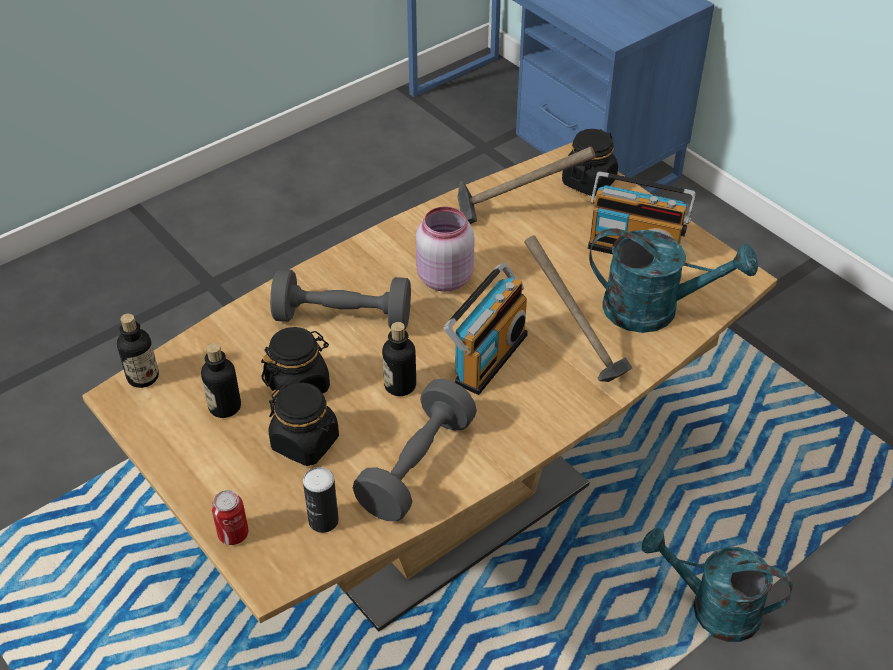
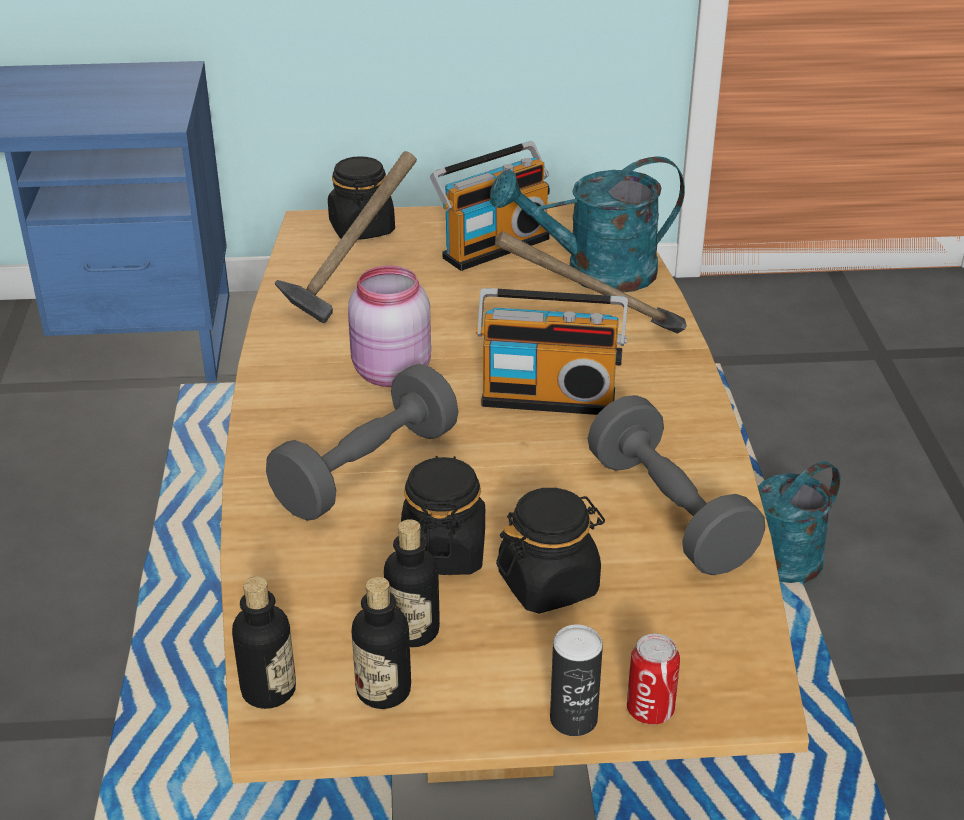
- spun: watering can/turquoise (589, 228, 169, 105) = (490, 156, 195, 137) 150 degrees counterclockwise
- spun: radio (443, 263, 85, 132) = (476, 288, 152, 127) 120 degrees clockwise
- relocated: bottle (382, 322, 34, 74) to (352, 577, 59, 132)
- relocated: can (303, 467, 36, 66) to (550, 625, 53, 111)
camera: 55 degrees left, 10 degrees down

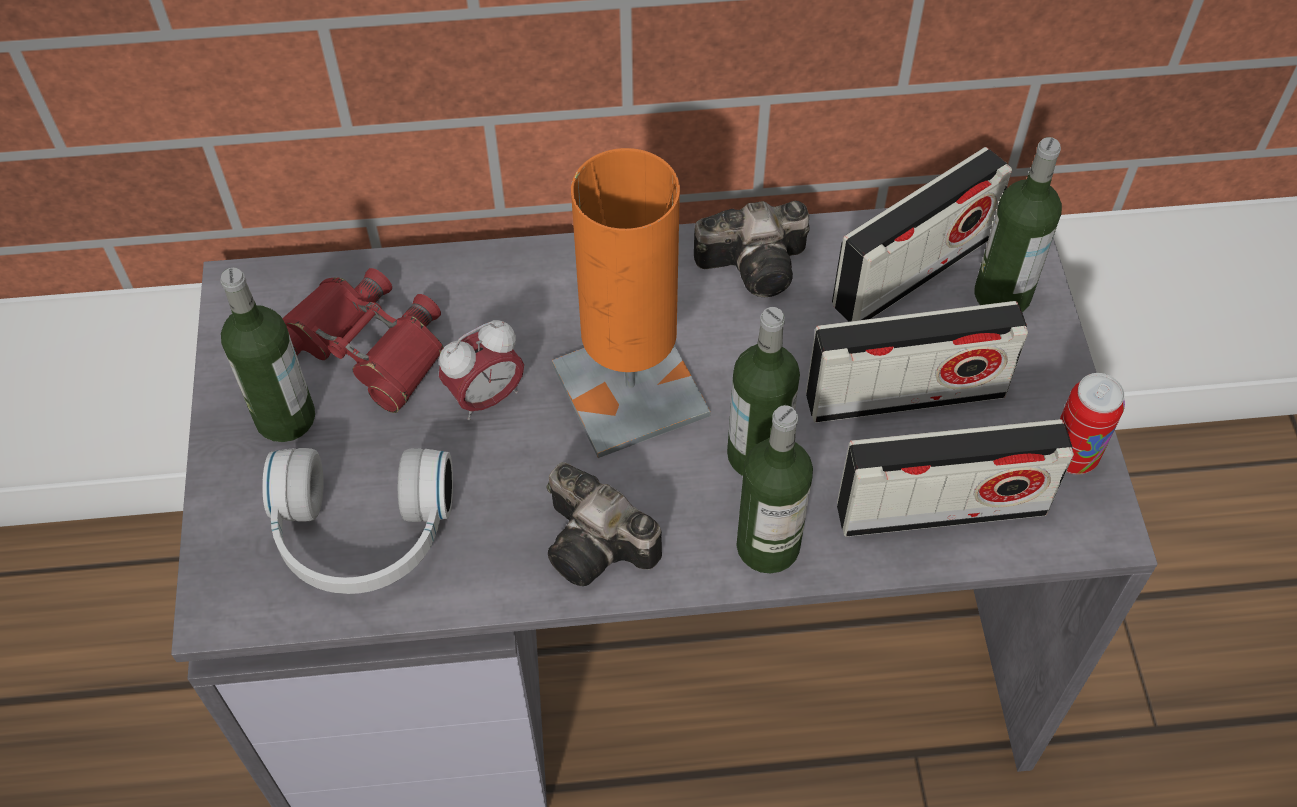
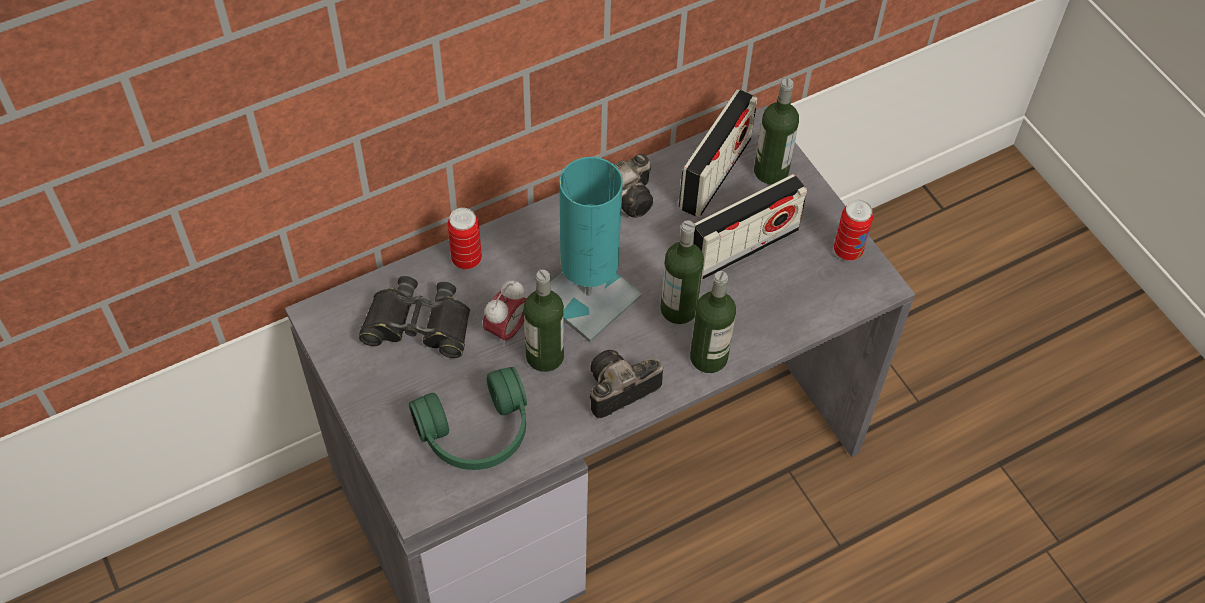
- colour: table lamp/orange (552, 148, 158, 310) to table lamp/turquoise (550, 157, 92, 185)
- relocated: bottle (220, 268, 95, 174) to (524, 269, 40, 103)
- colour: binoculars/red (282, 268, 161, 145) to binoculars/black (359, 276, 111, 82)
- missing: radio (837, 419, 237, 118)
- colour: headphones/white (262, 448, 191, 146) to headphones/green (409, 367, 118, 103)
- spun: photo camera (547, 462, 115, 124) = (590, 350, 73, 68) 135 degrees clockwise
- appeared: can (447, 208, 35, 62)
camera: 25 degrees left, 0 degrees up

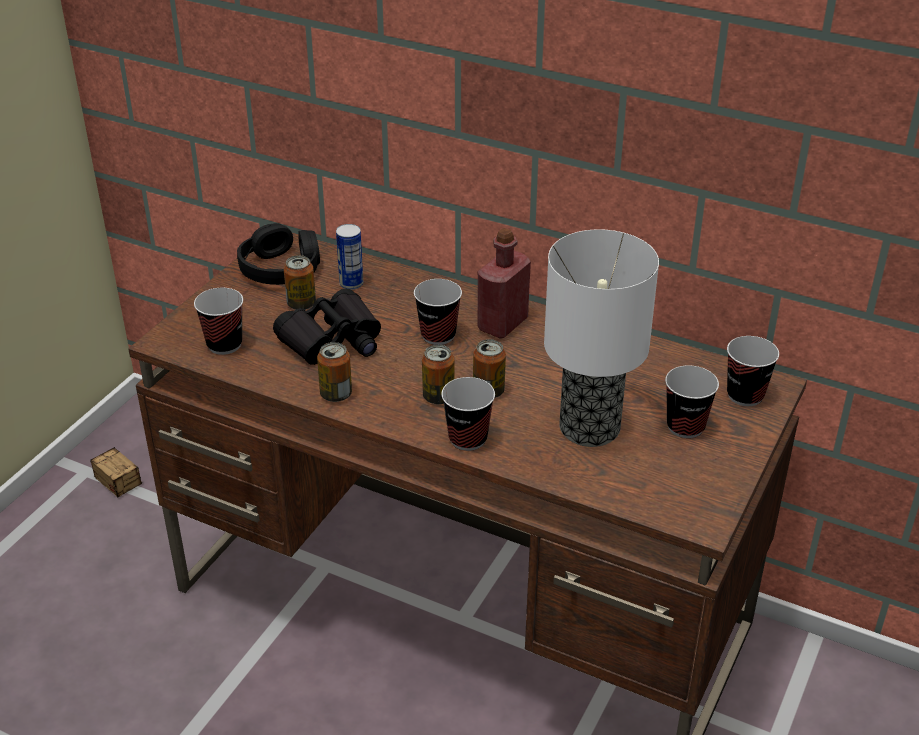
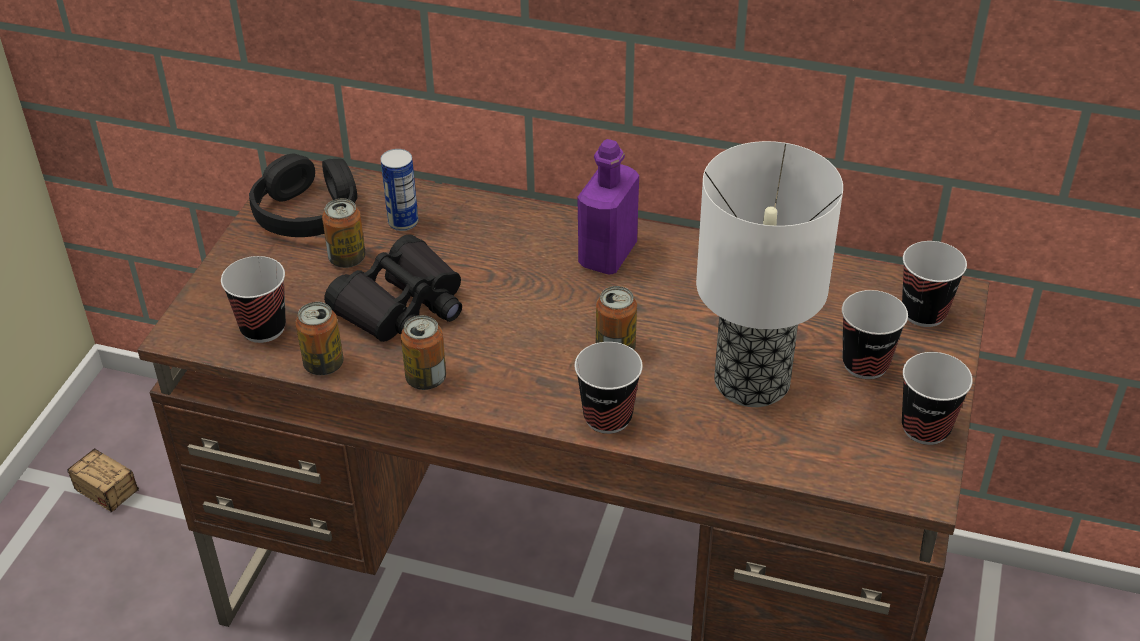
- colour: bottle/red (477, 228, 54, 110) to bottle/purple (577, 139, 62, 135)
- relocated: cup (414, 279, 48, 66) to (902, 352, 71, 93)
- relocated: can (422, 345, 33, 59) to (295, 302, 49, 73)
camera: 10 degrees left, 5 degrees up

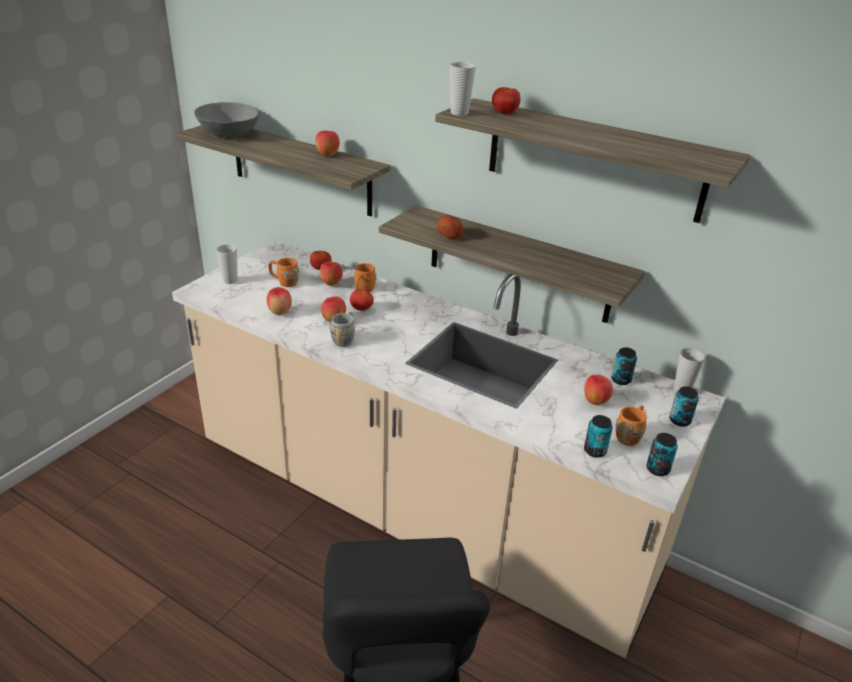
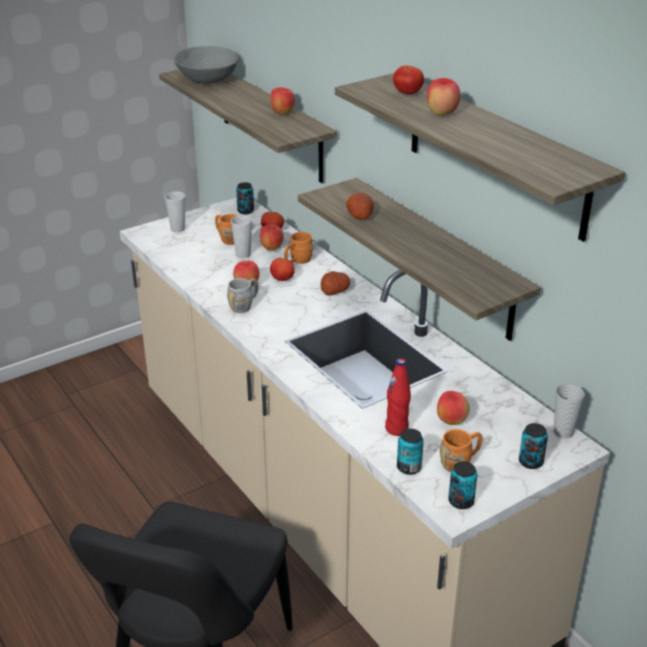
- relocated: cup (450, 62, 26, 54) to (231, 215, 21, 43)
- relocated: apple (267, 287, 25, 28) to (427, 78, 33, 38)
- relocated: can (611, 347, 26, 38) to (236, 182, 18, 32)
- appeared: potato (321, 271, 29, 25)
- appeared: bottle/red (385, 358, 26, 78)
camera: 25 degrees right, 0 degrees up

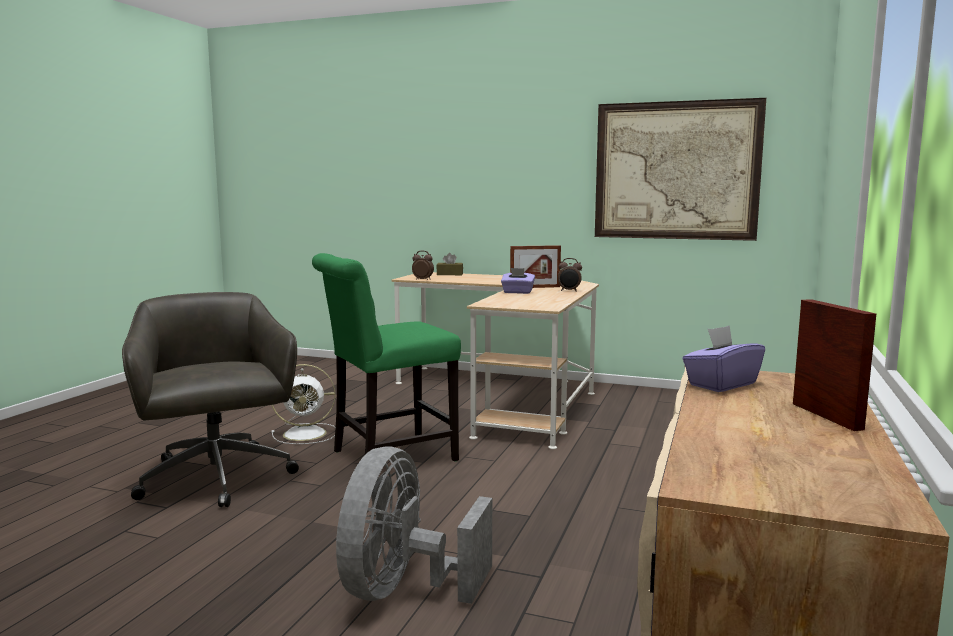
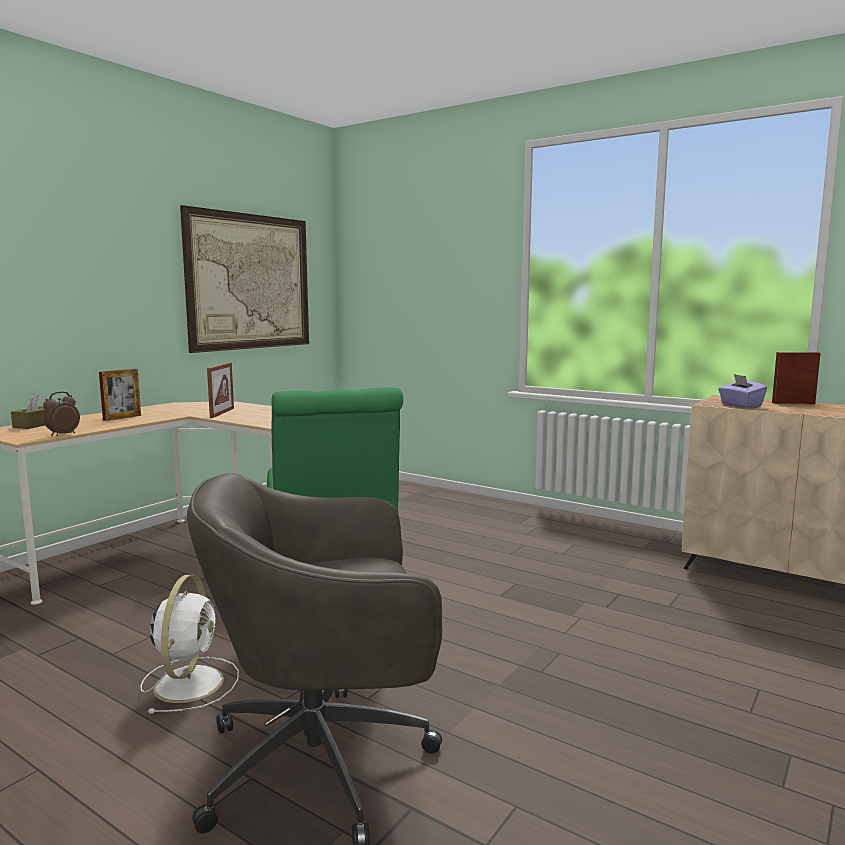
- missing: alarm clock (558, 258, 24, 34)
- missing: tissue box/purple (501, 268, 34, 26)
- missing: fan/grey (336, 446, 156, 158)
- appeared: picture frame (99, 369, 42, 52)
camera: 75 degrees left, 0 degrees up

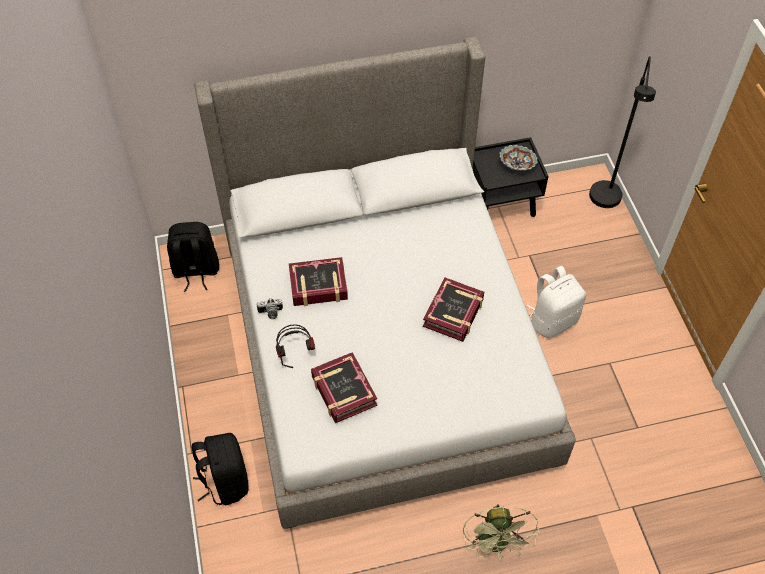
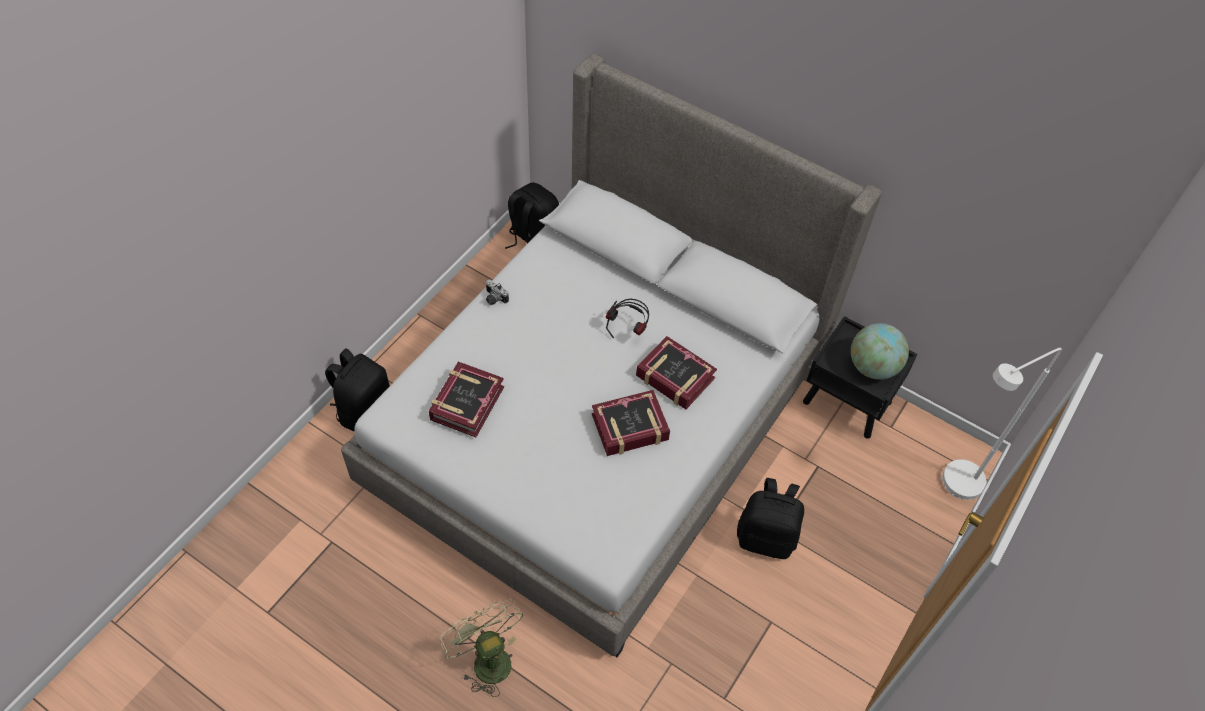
- colour: floor lamp/black (589, 56, 67, 152) to floor lamp/white (942, 348, 120, 152)
- exchanged: bowl (499, 145, 39, 26) to globe (851, 323, 58, 57)
- relocated: book (289, 257, 59, 49) to (636, 336, 81, 73)
- colour: backpack/white (527, 266, 59, 72) to backpack/black (737, 478, 67, 81)
- relocated: headphones (276, 324, 39, 44) to (606, 299, 43, 40)
- spun: fan/green (463, 504, 76, 55) = (440, 599, 83, 98) 105 degrees clockwise
camera: 45 degrees right, 0 degrees up

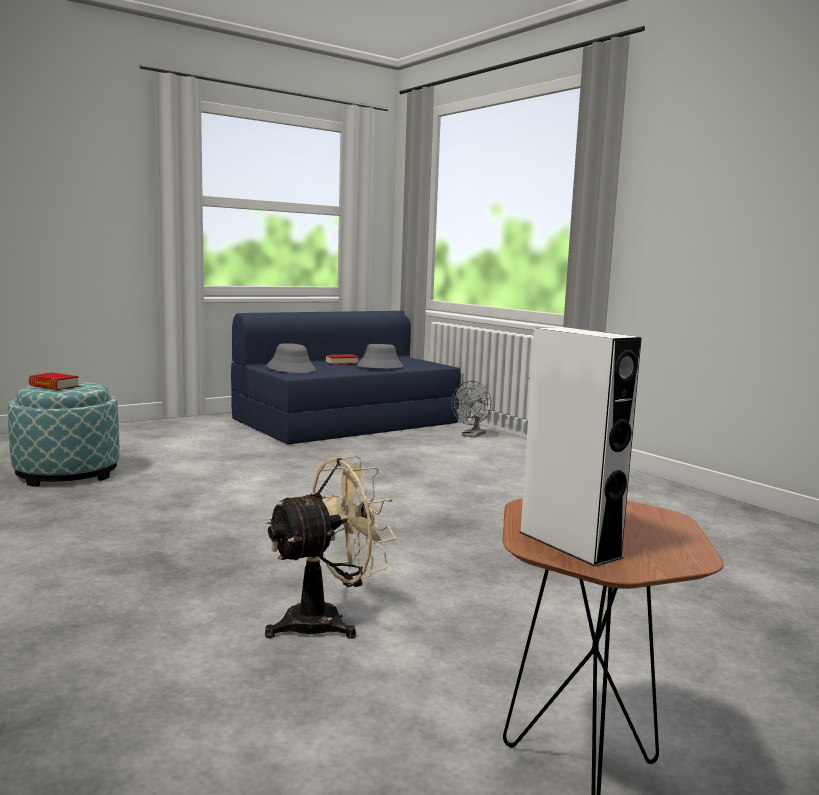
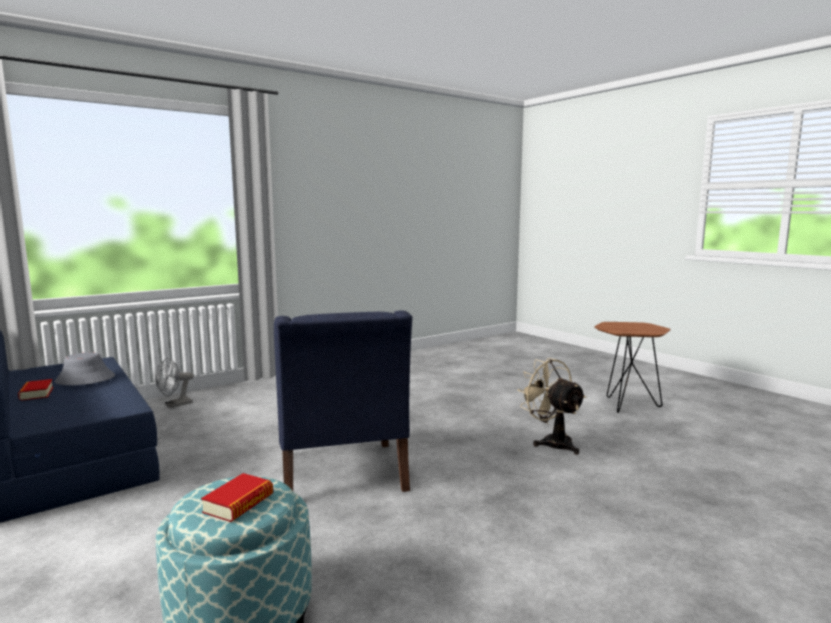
- missing: speaker/white (519, 327, 123, 240)
- missing: hat/grey (267, 343, 49, 30)
- spun: fan/grey (451, 381, 40, 57) = (156, 357, 38, 51) 105 degrees clockwise
- appeared: armchair/blue (274, 310, 138, 182)
camera: 90 degrees left, 0 degrees up

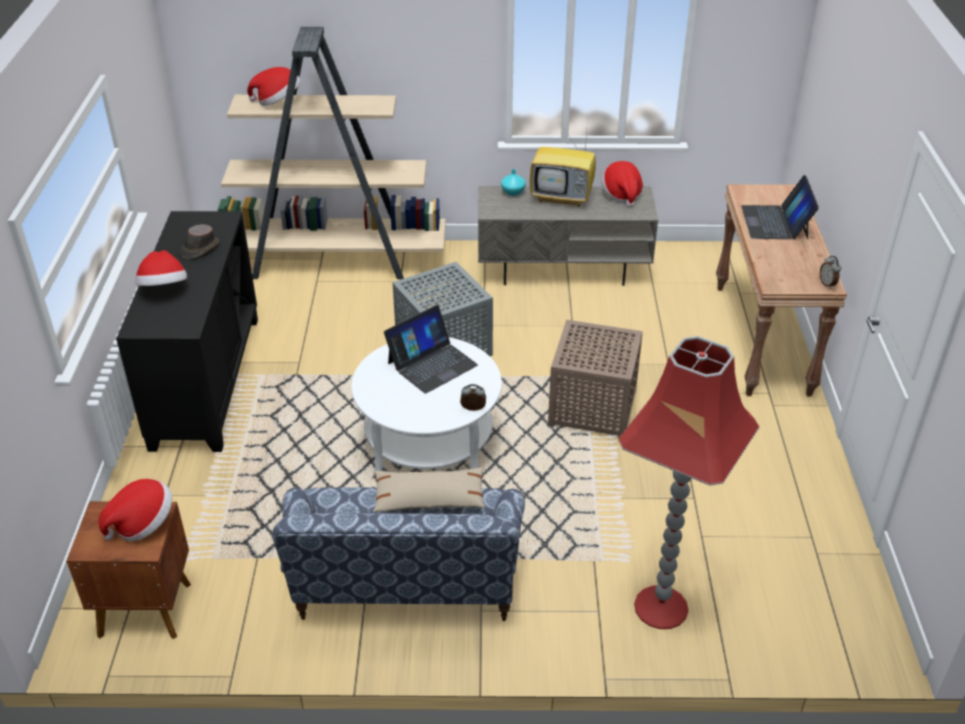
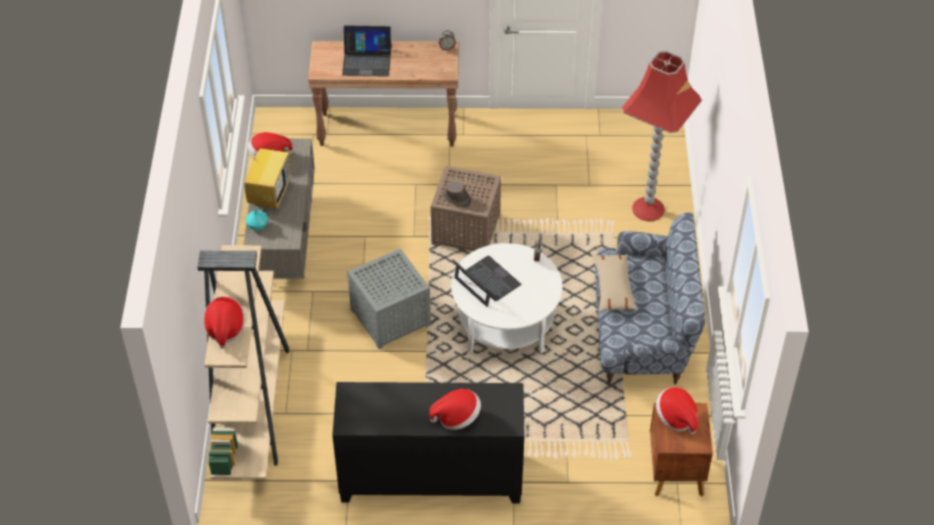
- relocated: hat/brown (181, 224, 38, 35) to (443, 182, 28, 26)
camera: 90 degrees left, 10 degrees up

